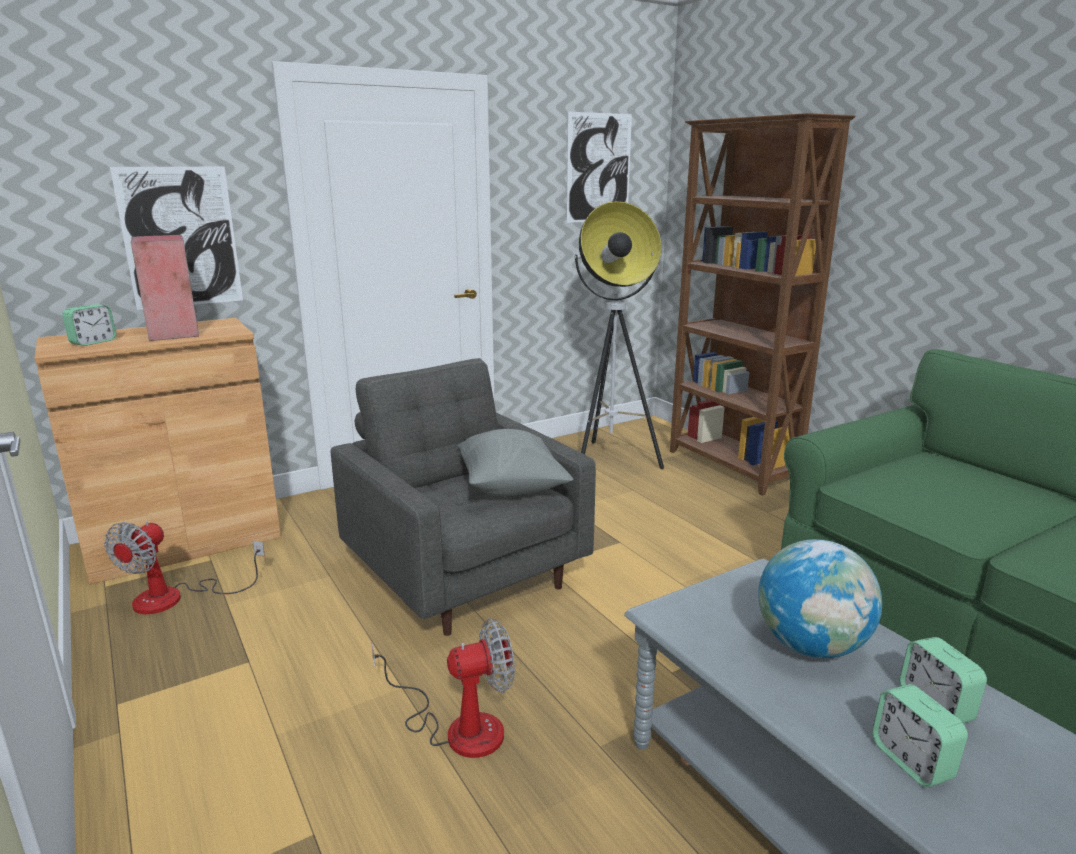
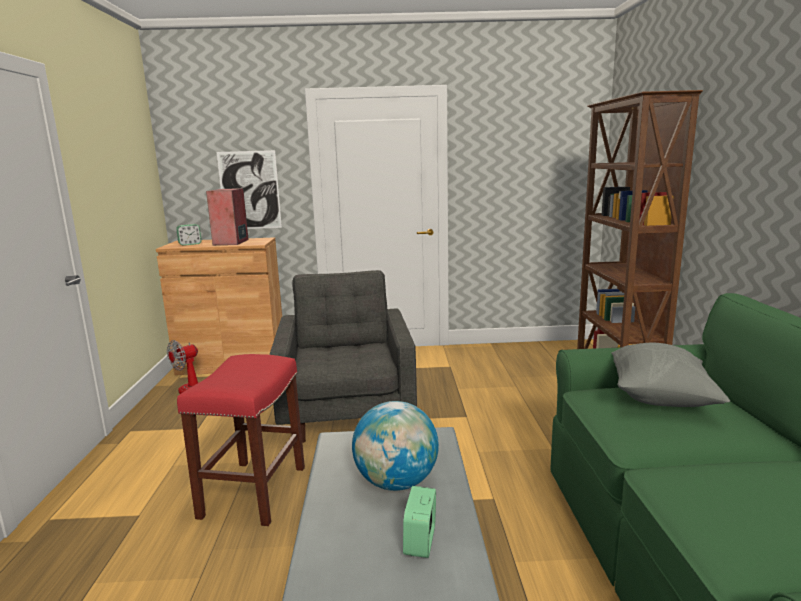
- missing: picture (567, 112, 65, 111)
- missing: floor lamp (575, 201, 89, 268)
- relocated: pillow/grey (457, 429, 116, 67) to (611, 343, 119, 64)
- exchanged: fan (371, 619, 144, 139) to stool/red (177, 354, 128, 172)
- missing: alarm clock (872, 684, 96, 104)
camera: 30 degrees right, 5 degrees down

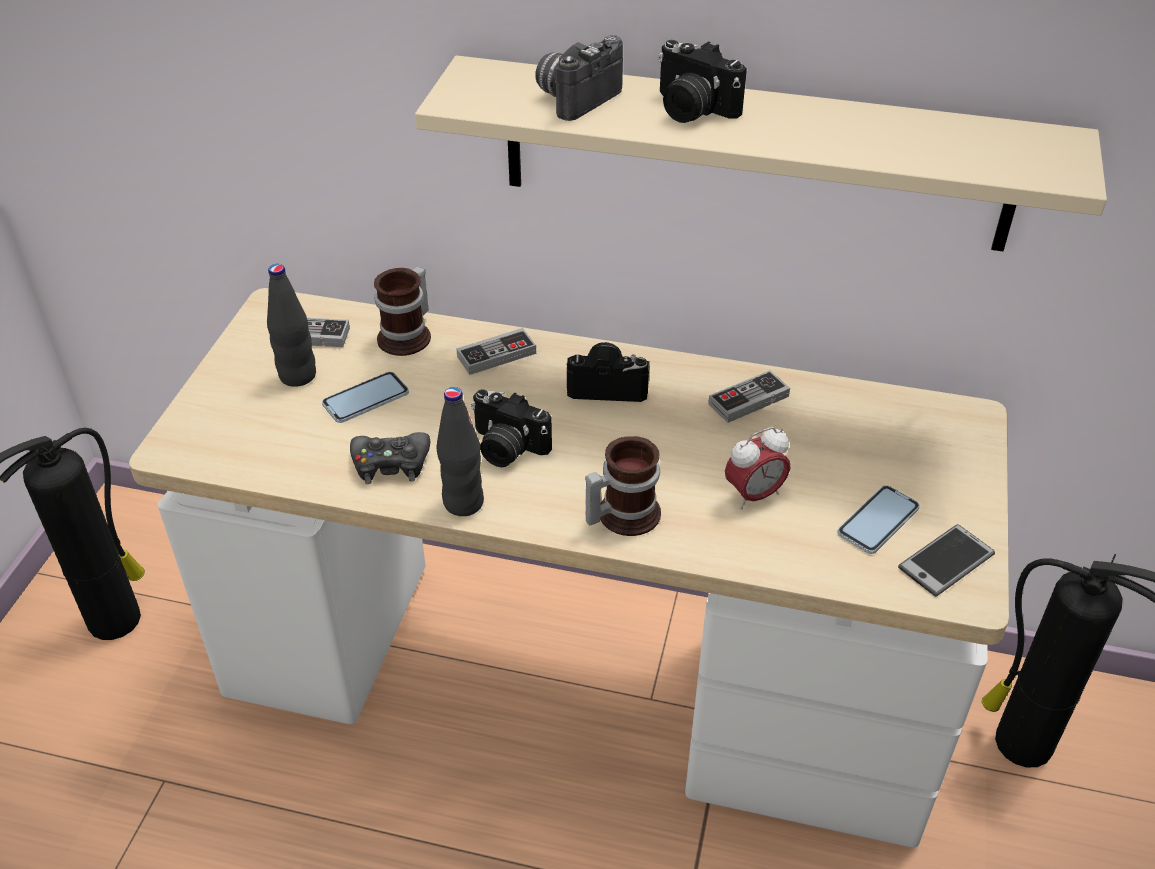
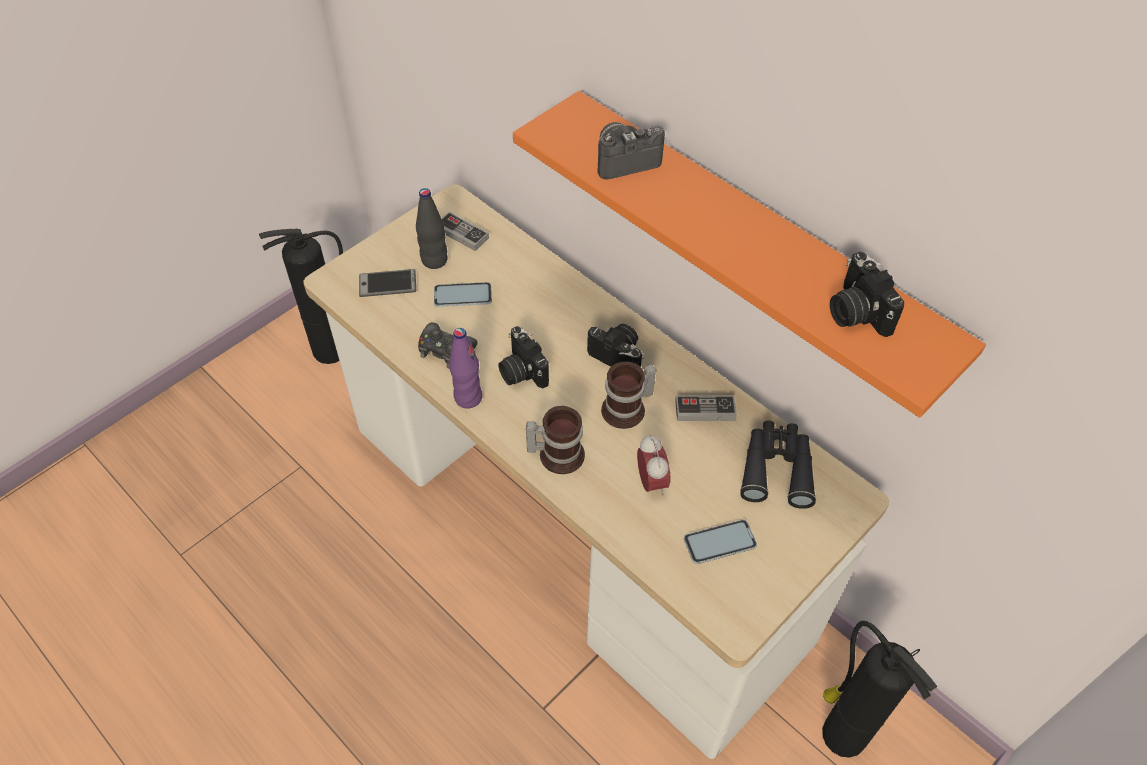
- relocated: photo camera (658, 40, 89, 83) to (830, 252, 74, 85)
- colour: shelf/beige (415, 55, 692, 196) to shelf/orange (513, 91, 473, 327)
- relocated: mug (374, 267, 57, 89) to (601, 362, 55, 67)
- missing: game controller (456, 328, 80, 47)
- colour: bottle/black (437, 387, 47, 129) to bottle/purple (449, 328, 33, 81)
- spun: alarm clock (725, 427, 65, 82) = (637, 435, 34, 60) 105 degrees counterclockwise
- relocated: phone (898, 524, 97, 73) to (359, 269, 57, 28)
- appeared: binoculars/black (740, 420, 76, 89)
camera: 30 degrees right, 10 degrees up

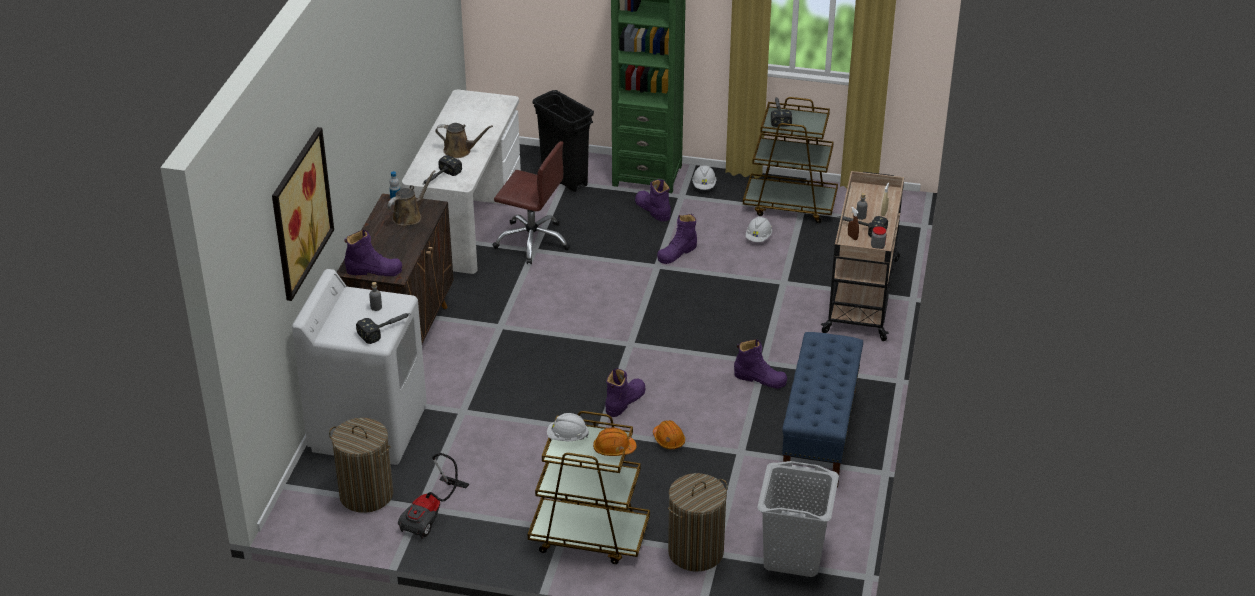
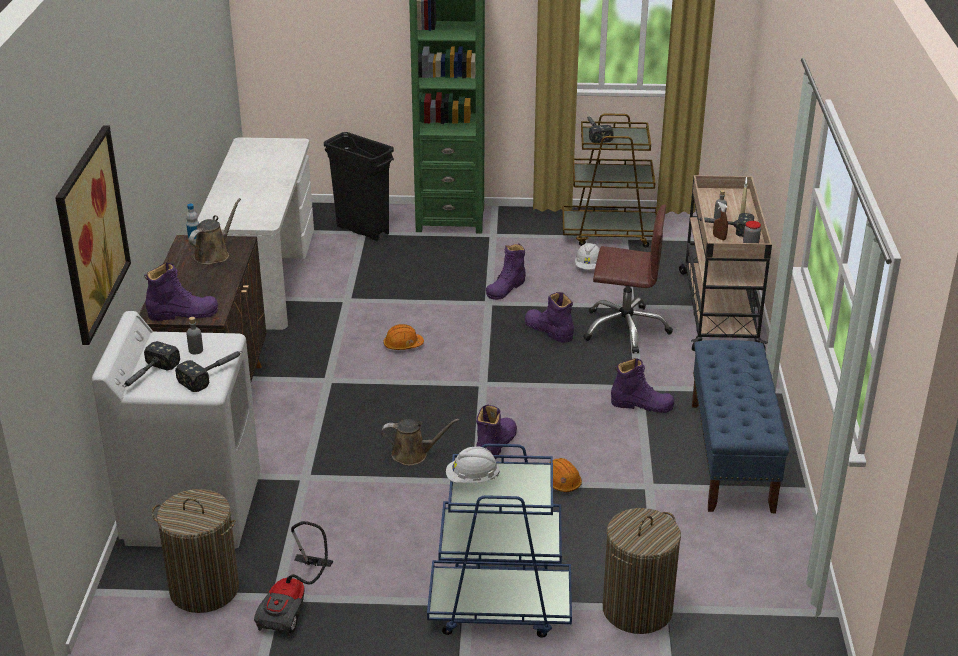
- relocated: watering can/brown (436, 123, 57, 35) to (381, 419, 78, 47)
- relocated: office chair/brown (493, 141, 77, 123) to (583, 205, 90, 149)
- relocated: hammer (422, 155, 40, 29) to (123, 341, 57, 46)
- missing: hard hat/white (692, 165, 25, 25)
- relocated: boot/purple (635, 179, 36, 42) to (525, 292, 49, 51)
- colour: cart/brown (528, 411, 122, 153) to cart/blue (427, 444, 145, 194)
- relocated: hard hat/orange (593, 427, 44, 29) to (384, 324, 40, 26)
- missing: laundry basket/grey (757, 461, 82, 116)
camera: 10 degrees left, 5 degrees down

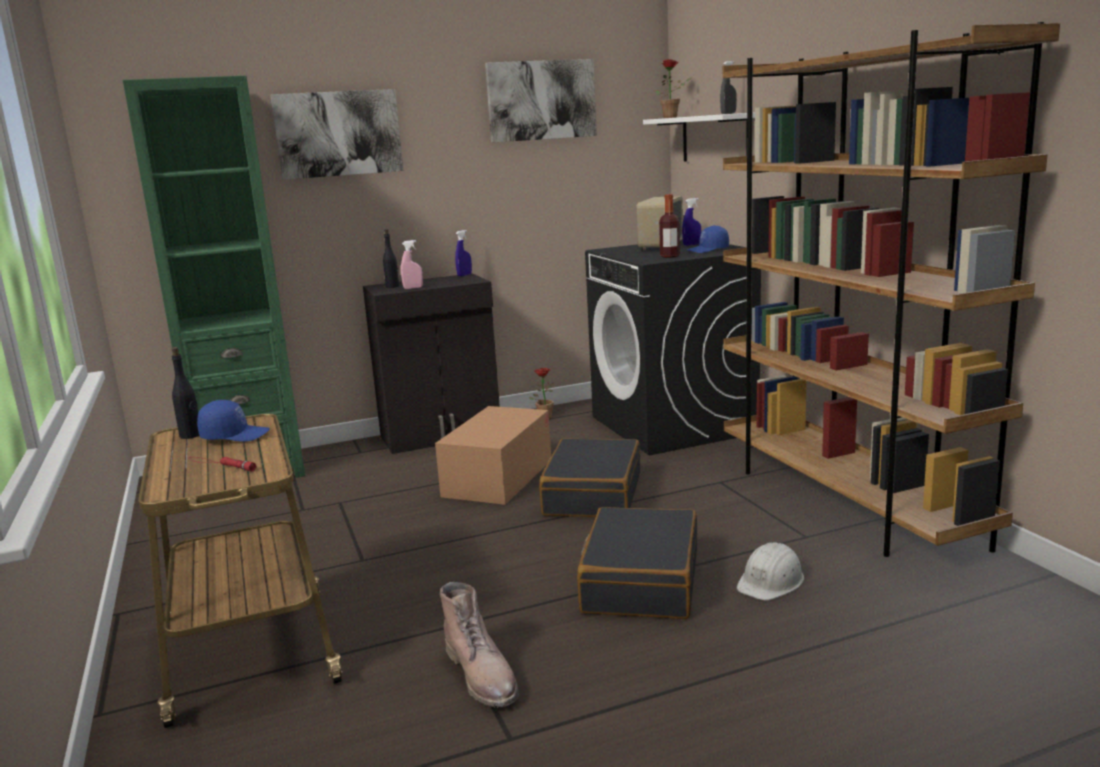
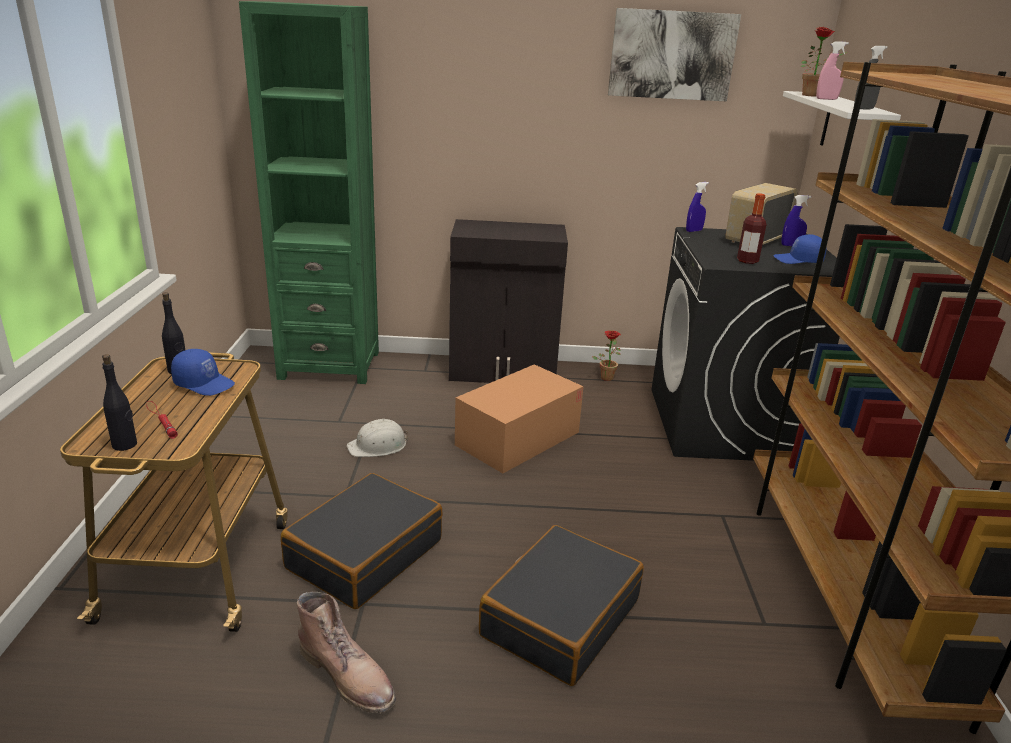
- missing: picture (271, 89, 132, 91)
- relocated: bottle/black (383, 229, 16, 59) to (102, 354, 35, 97)
- relocated: spray bottle/blue (455, 230, 17, 47) to (686, 182, 23, 50)
- relocated: spray bottle/pink (401, 240, 22, 49) to (816, 41, 33, 59)
- relocated: suitcase/black (539, 439, 101, 78) to (281, 473, 161, 136)
- relocated: hard hat/white (737, 543, 67, 57) to (347, 419, 61, 38)
- spun: boot/brown (440, 582, 79, 126) = (297, 592, 99, 121) 45 degrees counterclockwise
camera: 20 degrees right, 10 degrees up

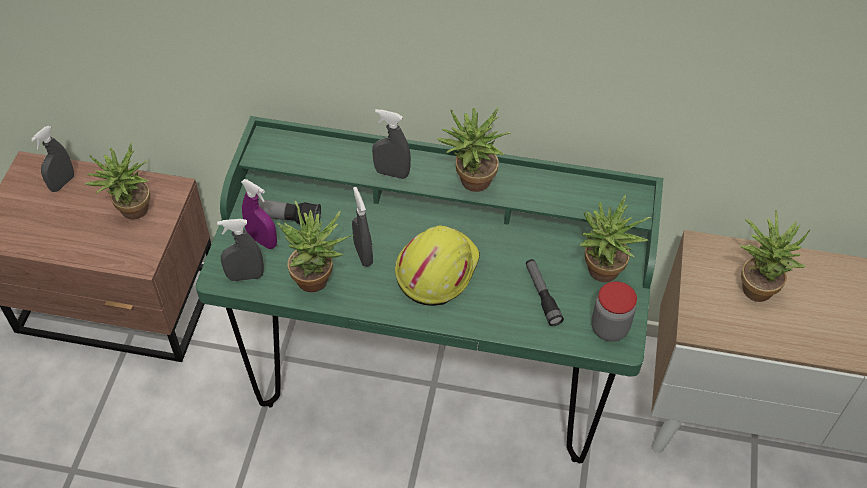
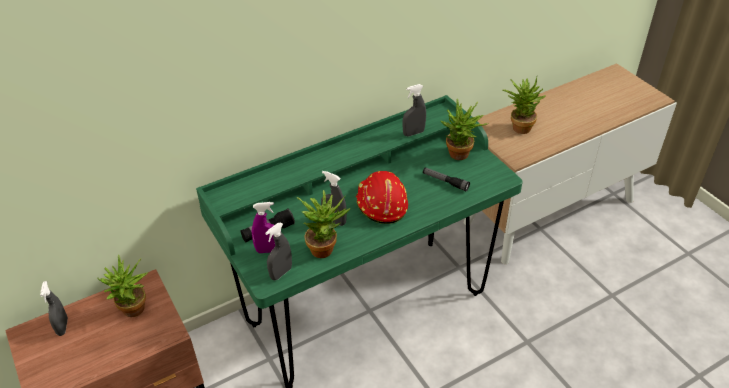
- missing: potted plant (437, 107, 74, 85)
- relocated: spray bottle/grey (372, 109, 39, 70) to (402, 84, 24, 52)
- colour: hard hat/yellow (395, 226, 85, 80) to hard hat/red (356, 171, 52, 53)
- missing: jar (591, 281, 46, 61)
camera: 40 degrees left, 10 degrees down

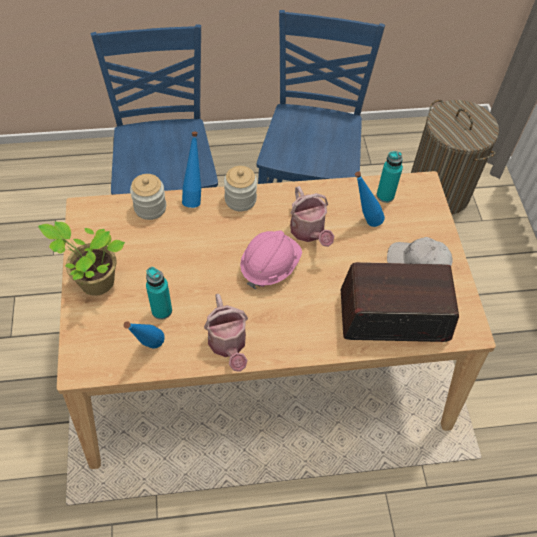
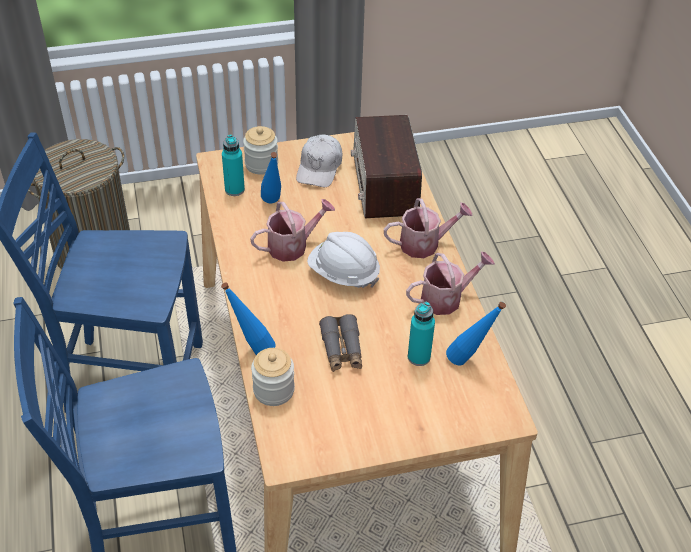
- relocated: jar (224, 166, 33, 45) to (243, 126, 35, 49)
- missing: potted plant (38, 221, 87, 75)
- colour: hard hat/pink (240, 230, 62, 60) to hard hat/white (307, 232, 73, 56)
- appeared: watering can (384, 198, 88, 60)
- appeared: binoculars/grey (319, 314, 43, 58)
camera: 95 degrees left, 10 degrees down

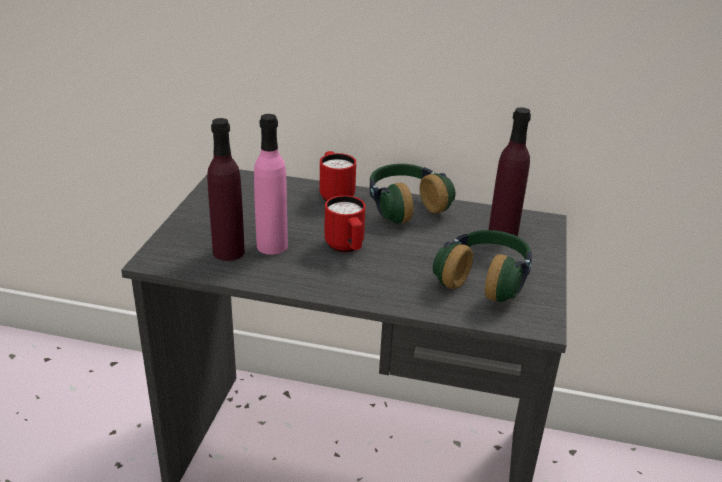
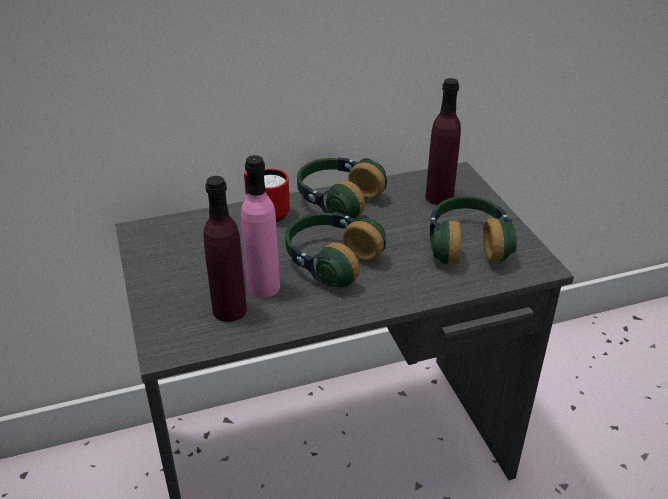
- exchanged: mug/red (324, 195, 42, 58) to headphones (285, 212, 101, 75)
camera: 30 degrees left, 5 degrees up

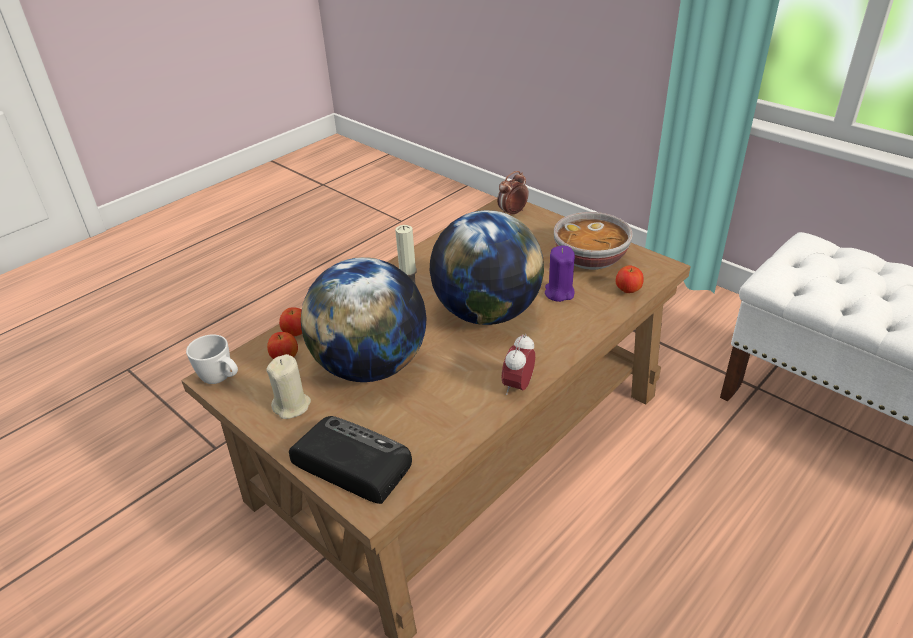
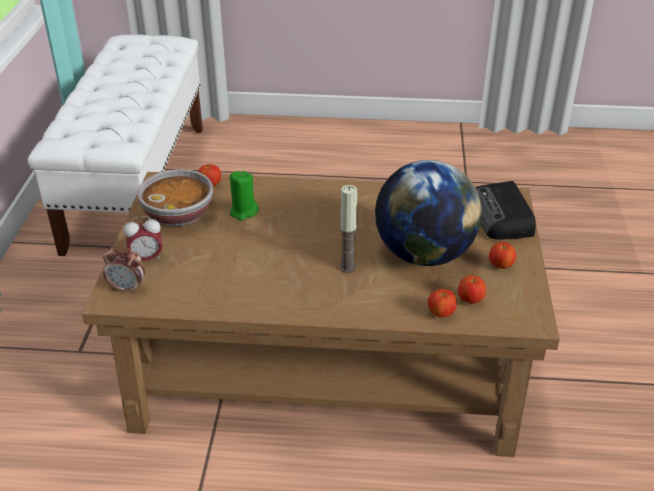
- missing: globe (430, 210, 114, 115)
- colour: candle/purple (545, 246, 30, 56) to candle/green (230, 171, 29, 50)
- missing: mug/white (186, 334, 52, 50)
- relocated: alarm clock (501, 334, 34, 61) to (123, 216, 39, 45)
- exchanged: candle/beige (266, 354, 45, 65) to apple (489, 242, 27, 27)
camera: 130 degrees left, 0 degrees up

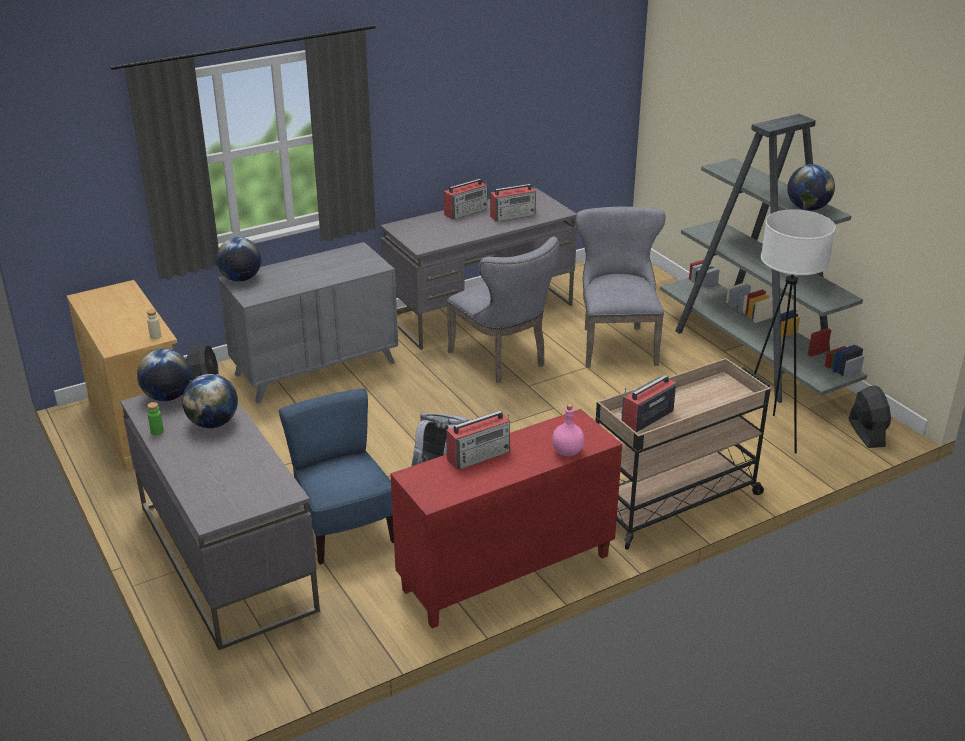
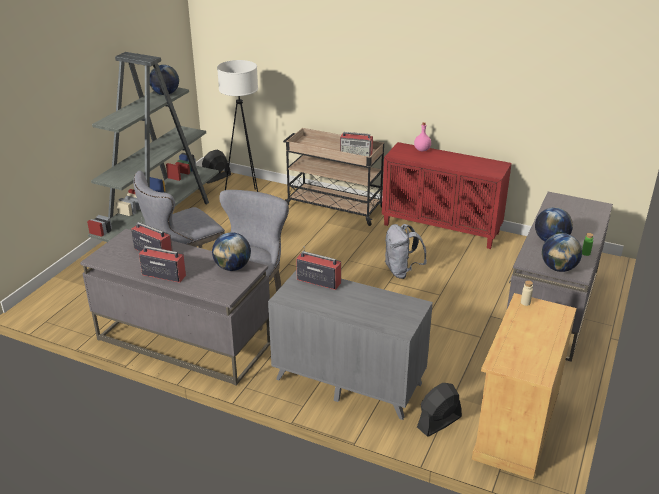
- relocated: globe (216, 237, 45, 44) to (212, 232, 39, 39)
- missing: chair/blue (279, 389, 115, 176)
- relocated: radio (446, 411, 64, 59) to (296, 246, 45, 44)
camera: 125 degrees left, 0 degrees up

